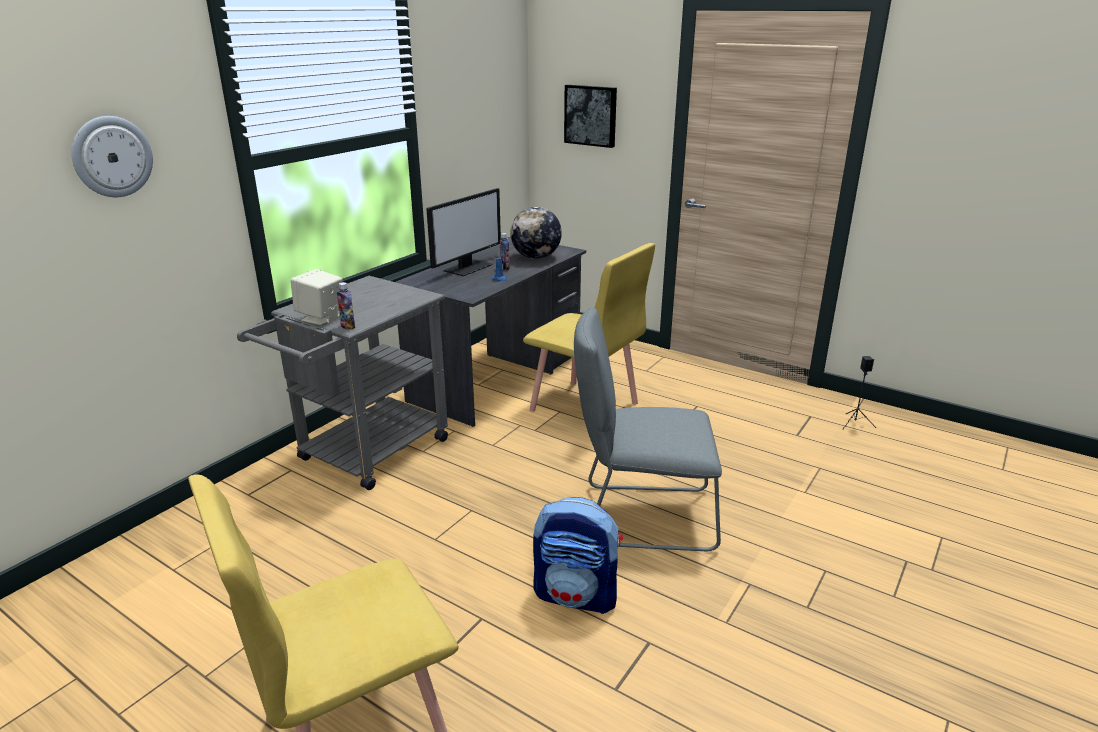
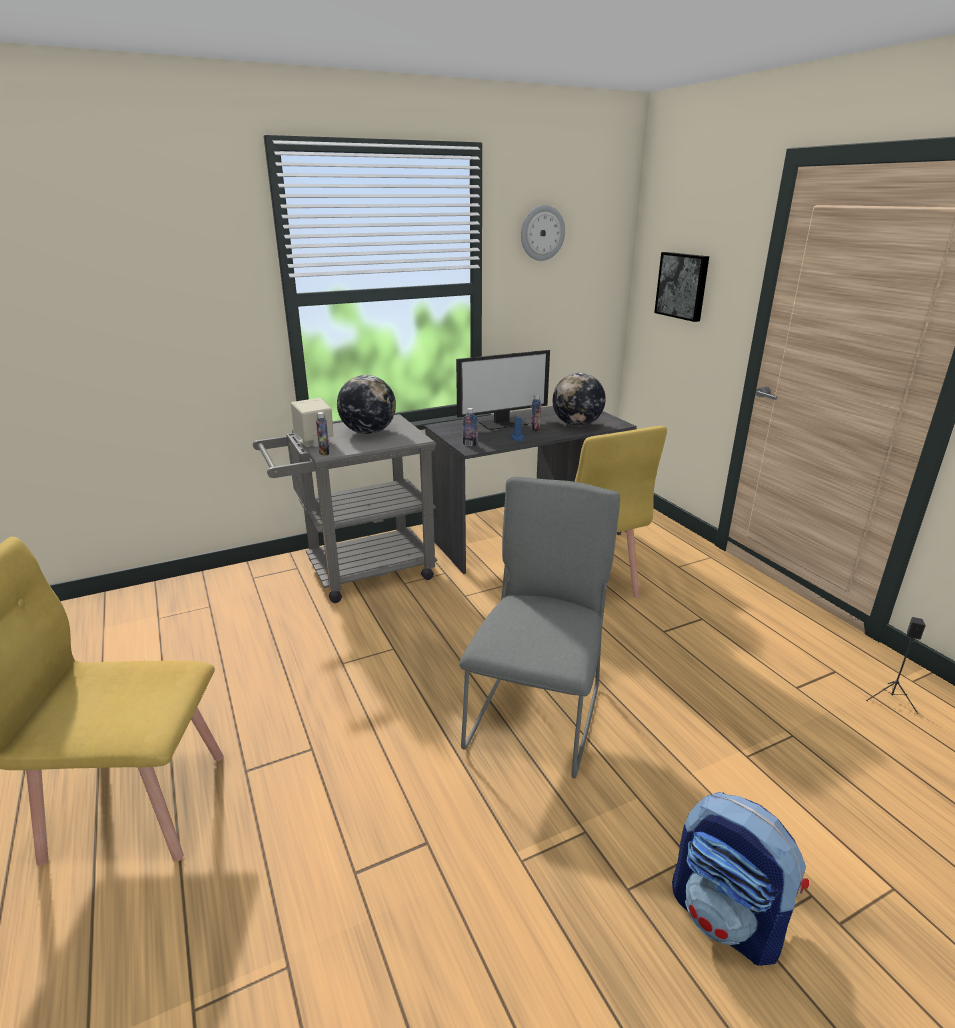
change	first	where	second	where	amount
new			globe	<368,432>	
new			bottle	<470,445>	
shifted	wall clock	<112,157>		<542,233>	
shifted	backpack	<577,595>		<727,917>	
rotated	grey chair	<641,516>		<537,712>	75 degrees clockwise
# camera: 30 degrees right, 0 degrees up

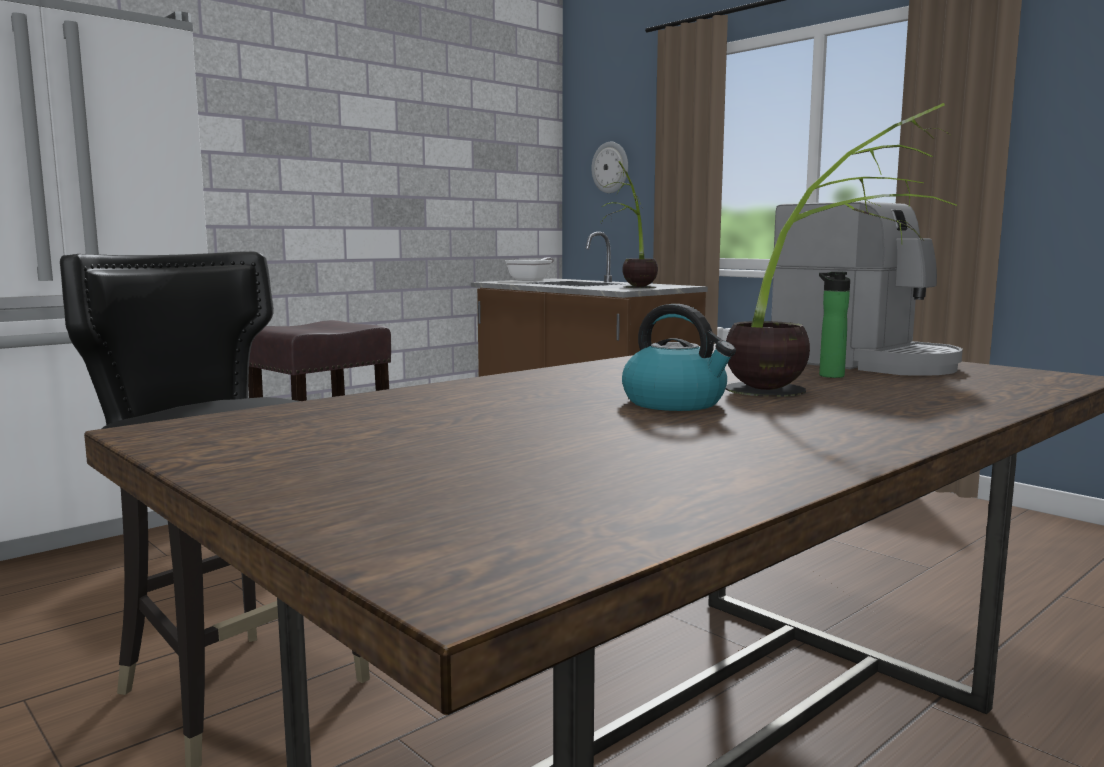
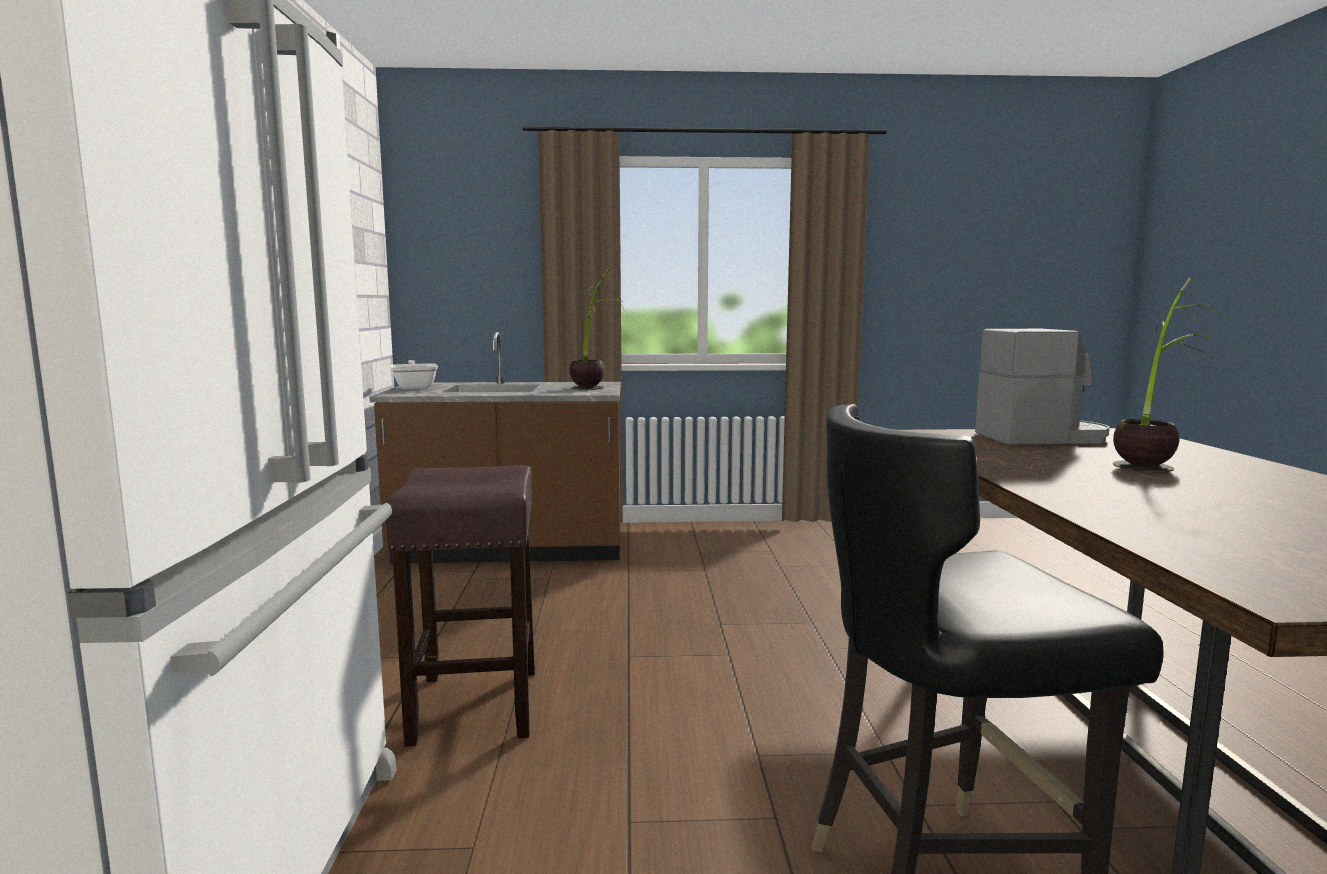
change	first	where	second	where	amount
gone	wall clock	<610,167>			
gone	kettle	<676,403>			
gone	bottle	<829,375>			
# camera: 50 degrees left, 0 degrees up

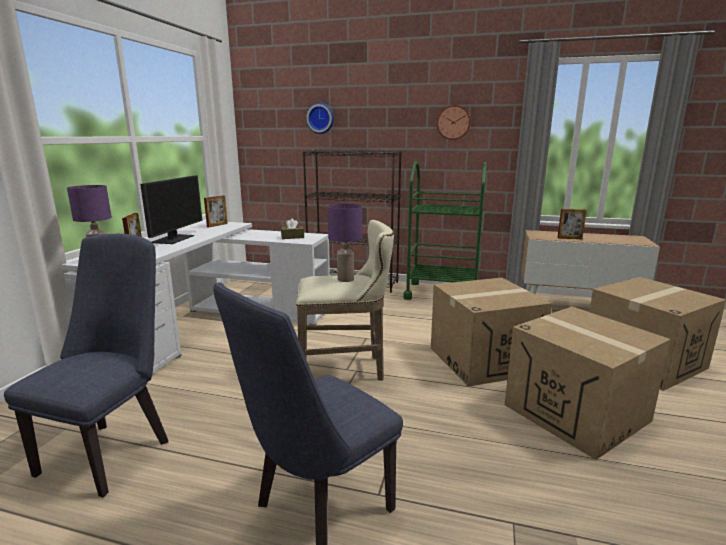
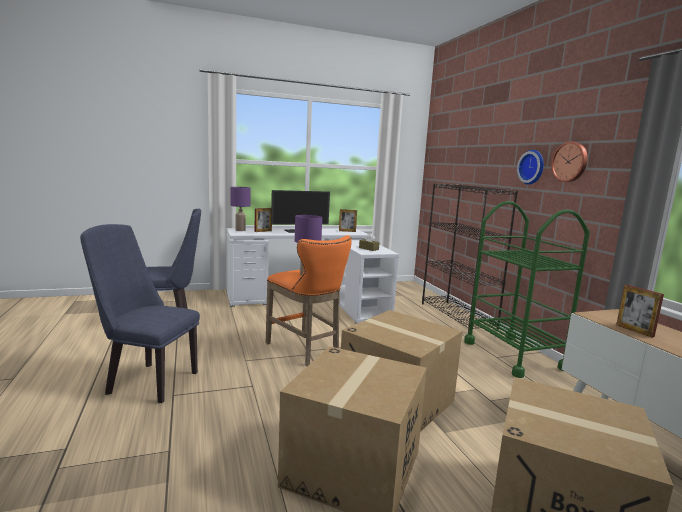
change	first	where	second	where	amount
shifted	wall clock	<320,118>		<532,167>	
repainted	beige stool	<346,370>	orange stool	<305,350>	
# camera: 55 degrees right, 5 degrees down

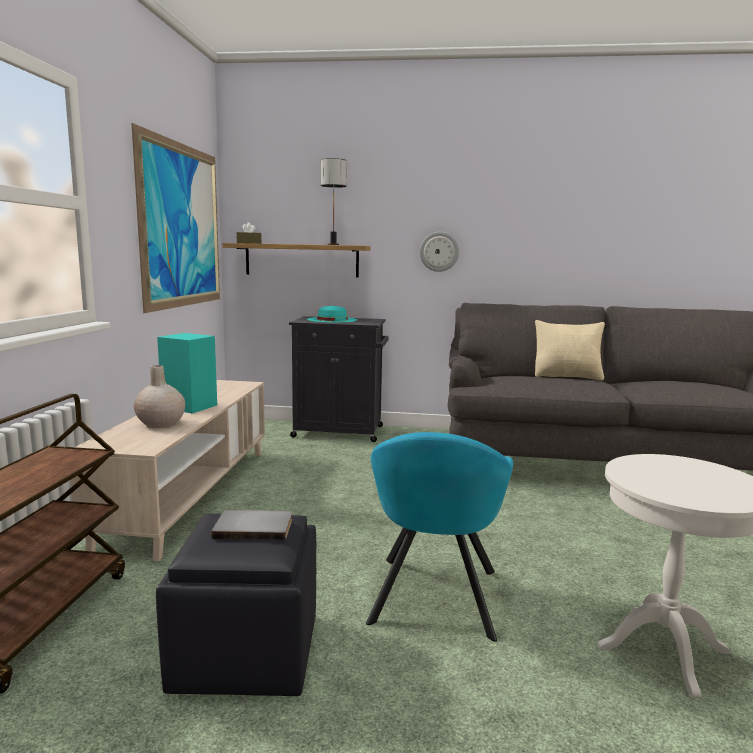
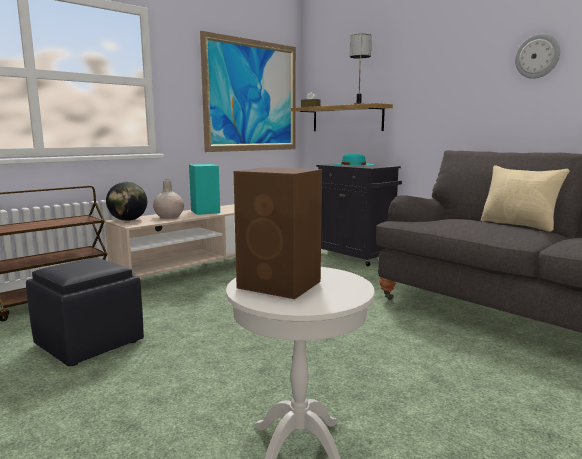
change	first	where	second	where	amount
gone	grey book	<254,527>			
gone	turquoise armchair	<434,600>			
new			globe	<128,220>	
new			brown speaker	<281,285>	
shifted	wall clock	<439,251>		<537,56>	
# camera: 40 degrees right, 0 degrees up

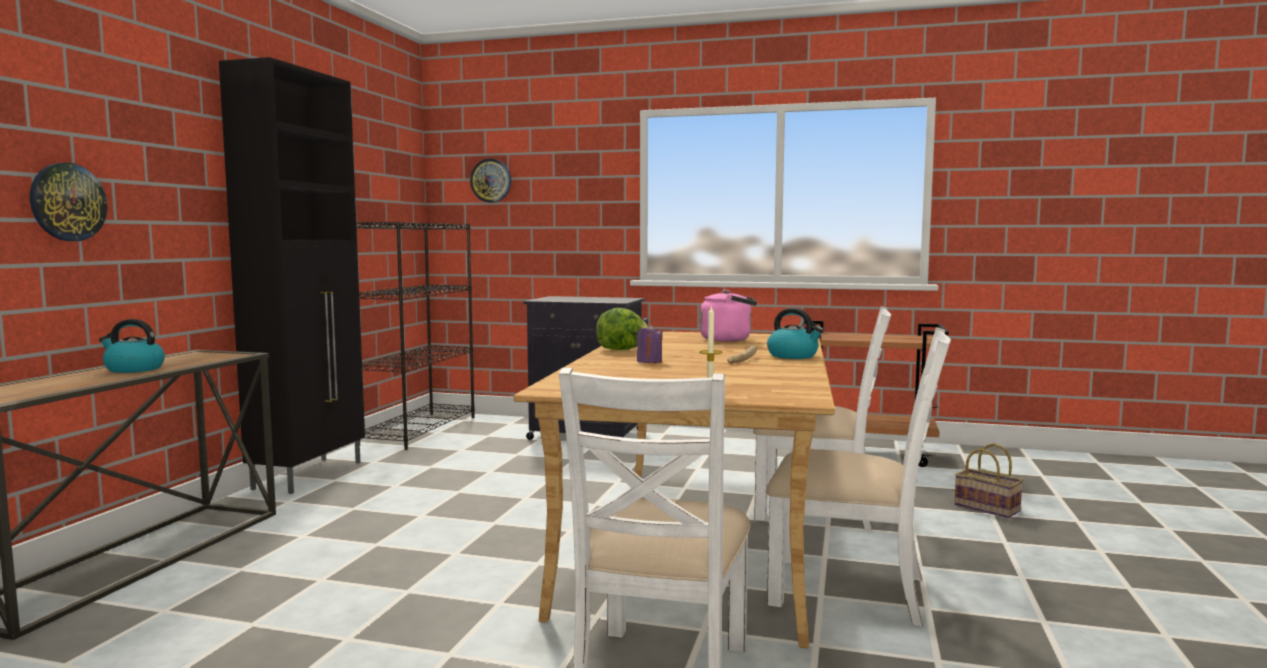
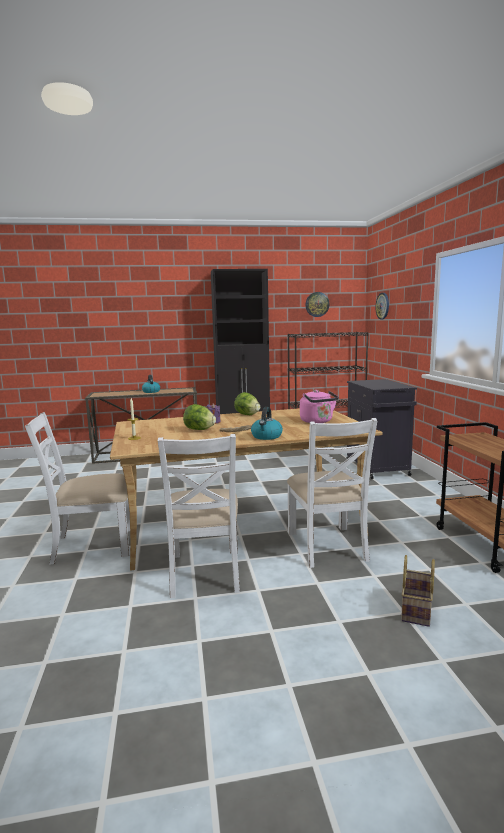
change	first	where	second	where	amount
new			lettuce	<199,429>	
shifted	wall clock	<67,202>		<317,304>	
# camera: 65 degrees right, 5 degrees up

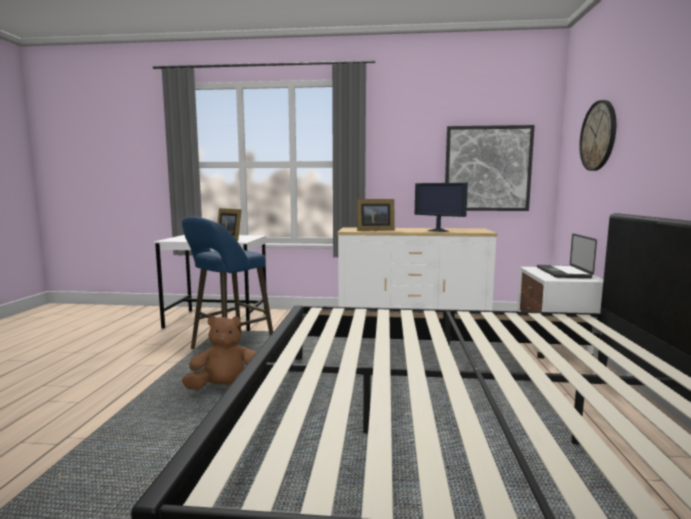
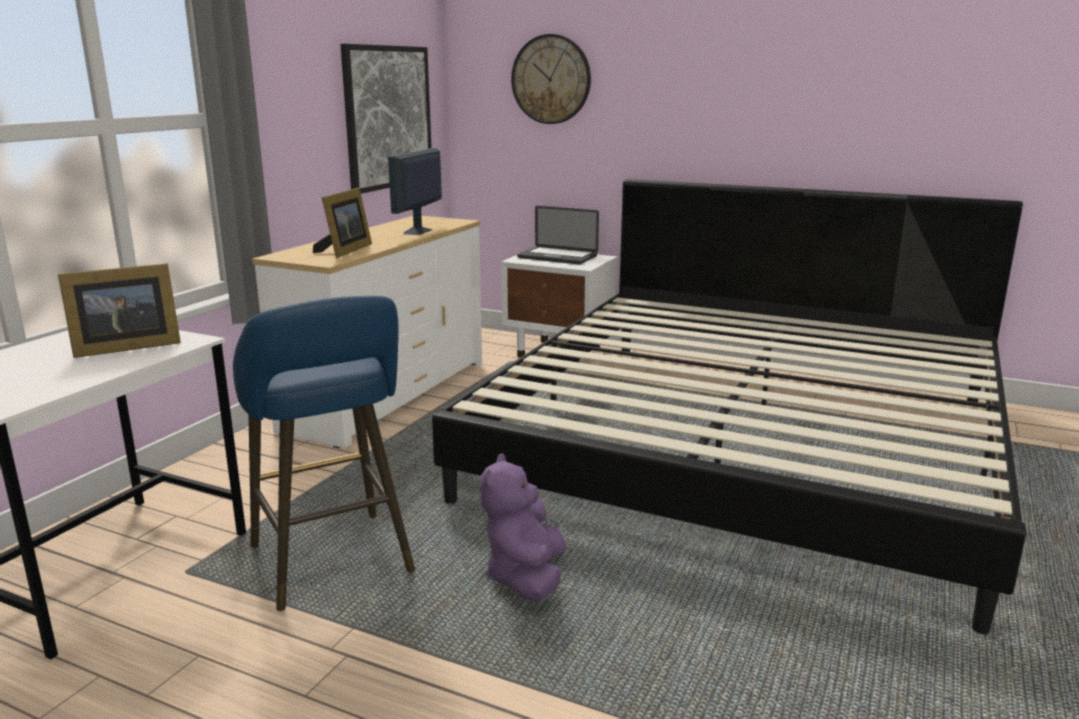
change	first	where	second	where	amount
repainted	brown plush toy	<225,389>	purple plush toy	<526,577>	
rotated	monitor	<438,231>		<417,231>	135 degrees clockwise
# camera: 70 degrees left, 10 degrees up

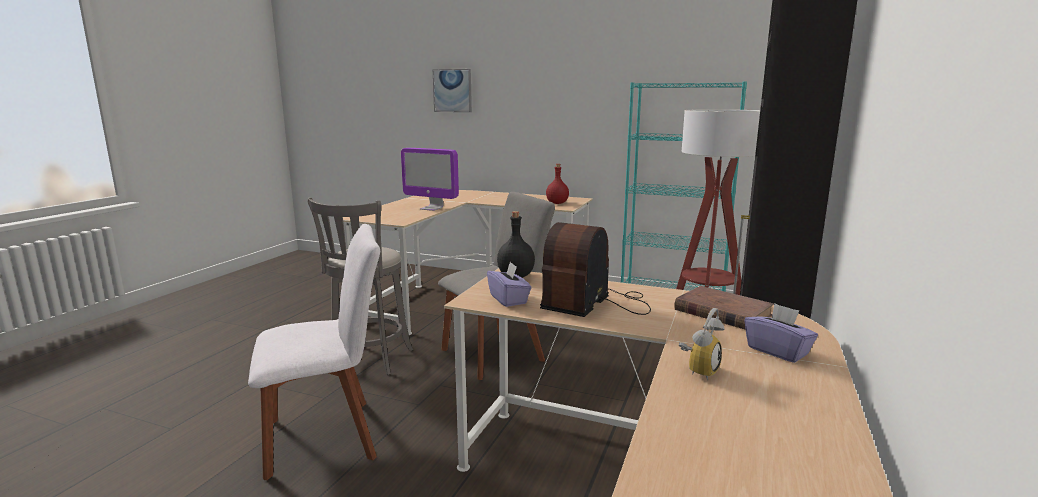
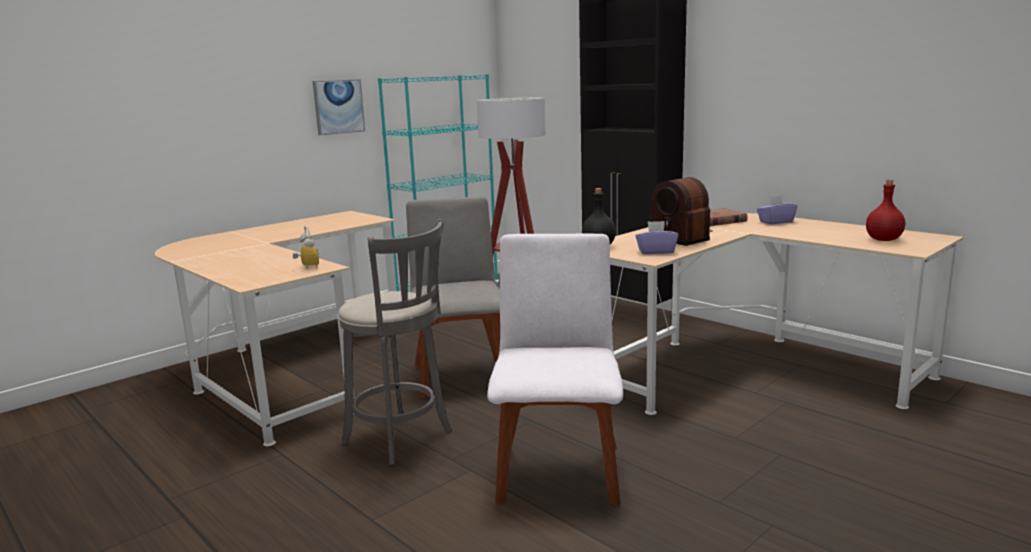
change	first	where	second	where	amount
gone	monitor	<432,208>			
shifted	picture	<452,90>		<338,106>	
shifted	red bottle	<557,203>		<884,239>	
shifted	alarm clock	<698,370>		<306,267>	
# camera: 65 degrees left, 0 degrees up

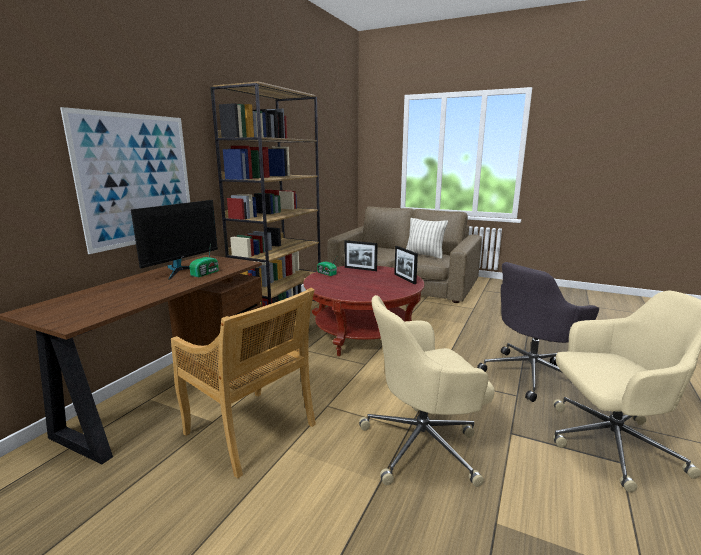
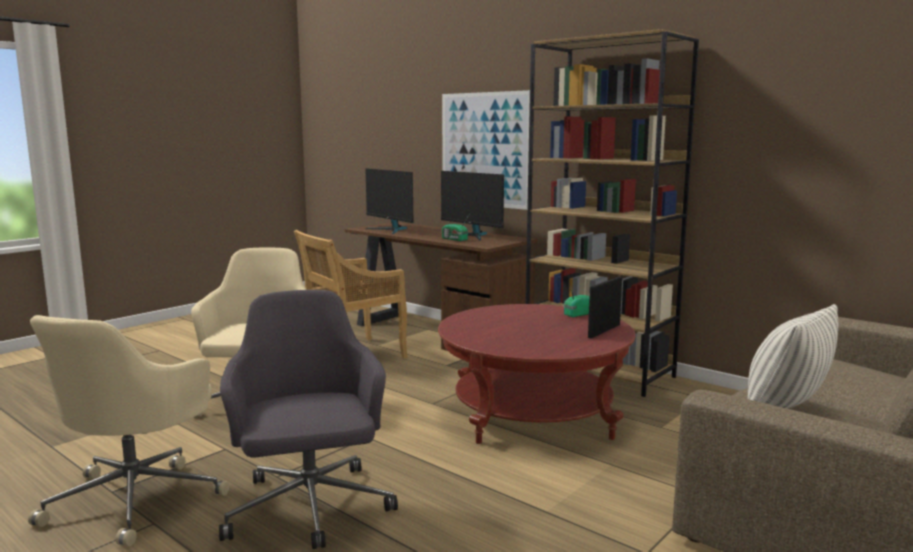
change	first	where	second	where	amount
gone	picture frame	<404,279>			
new			monitor	<391,230>	
# camera: 105 degrees right, 5 degrees down

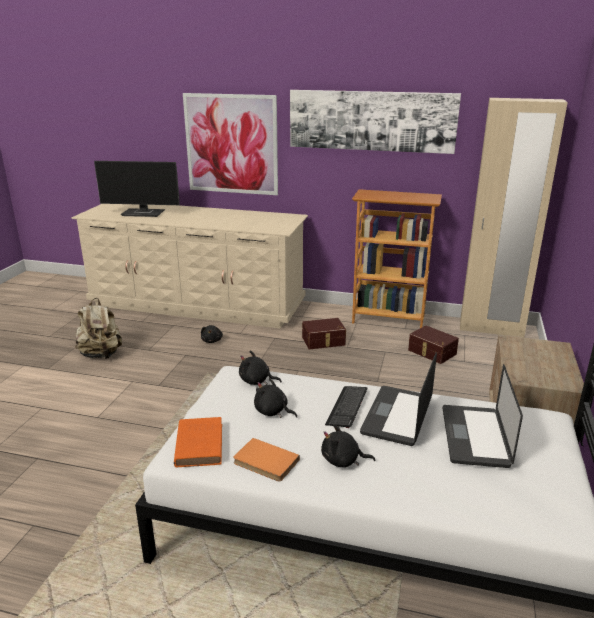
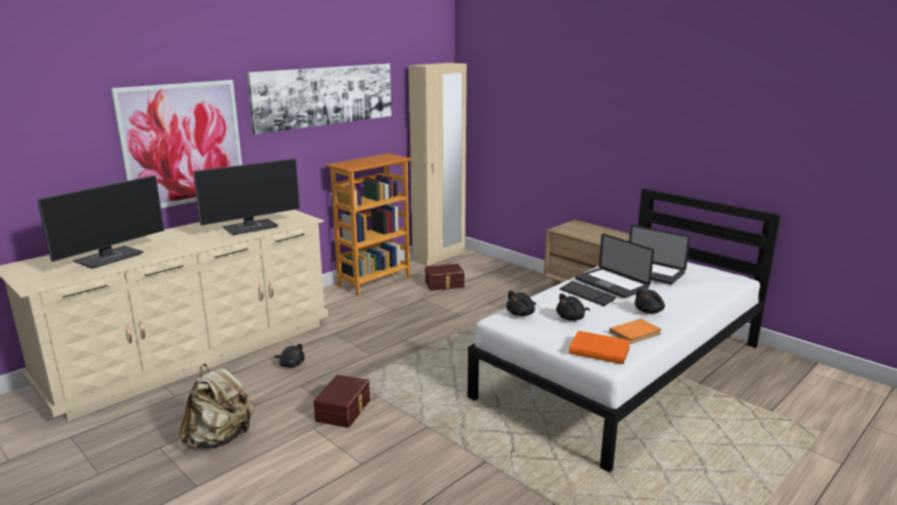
change	first	where	second	where	amount
new			monitor	<251,227>	
shifted	brown storage box	<324,341>		<344,410>	
# camera: 60 degrees left, 5 degrees down

